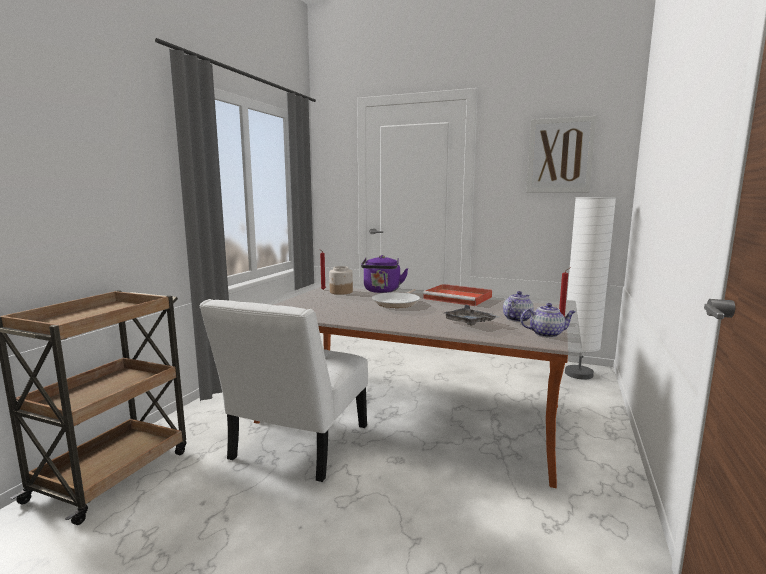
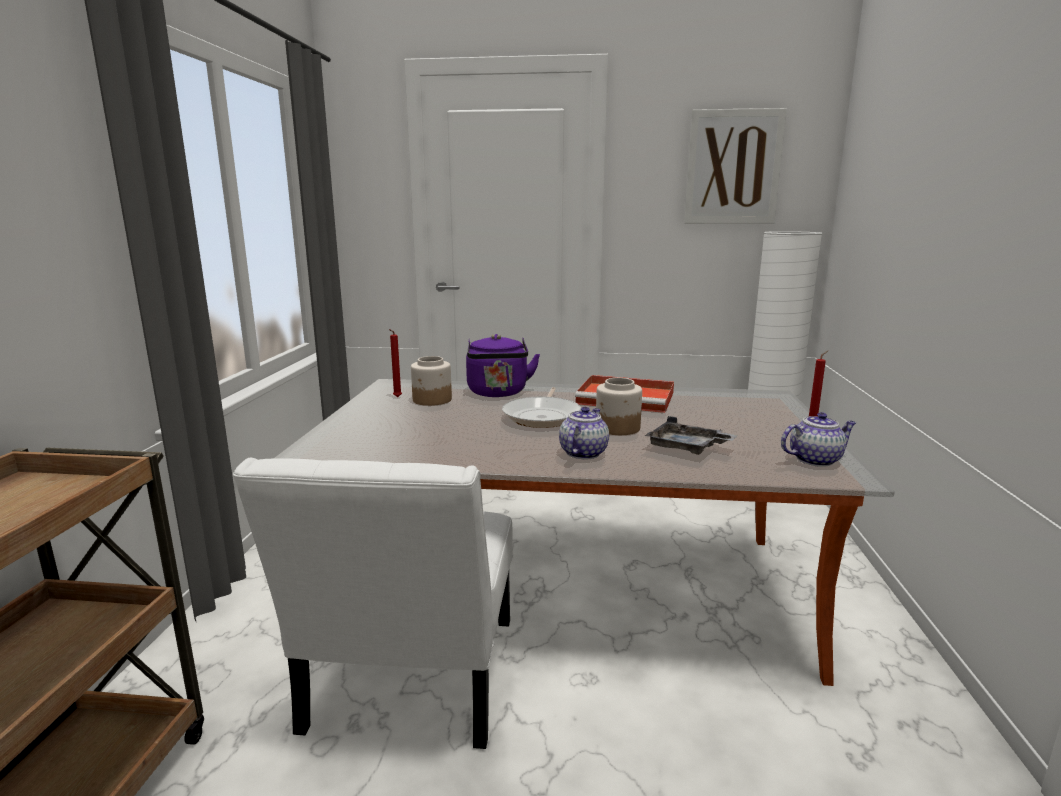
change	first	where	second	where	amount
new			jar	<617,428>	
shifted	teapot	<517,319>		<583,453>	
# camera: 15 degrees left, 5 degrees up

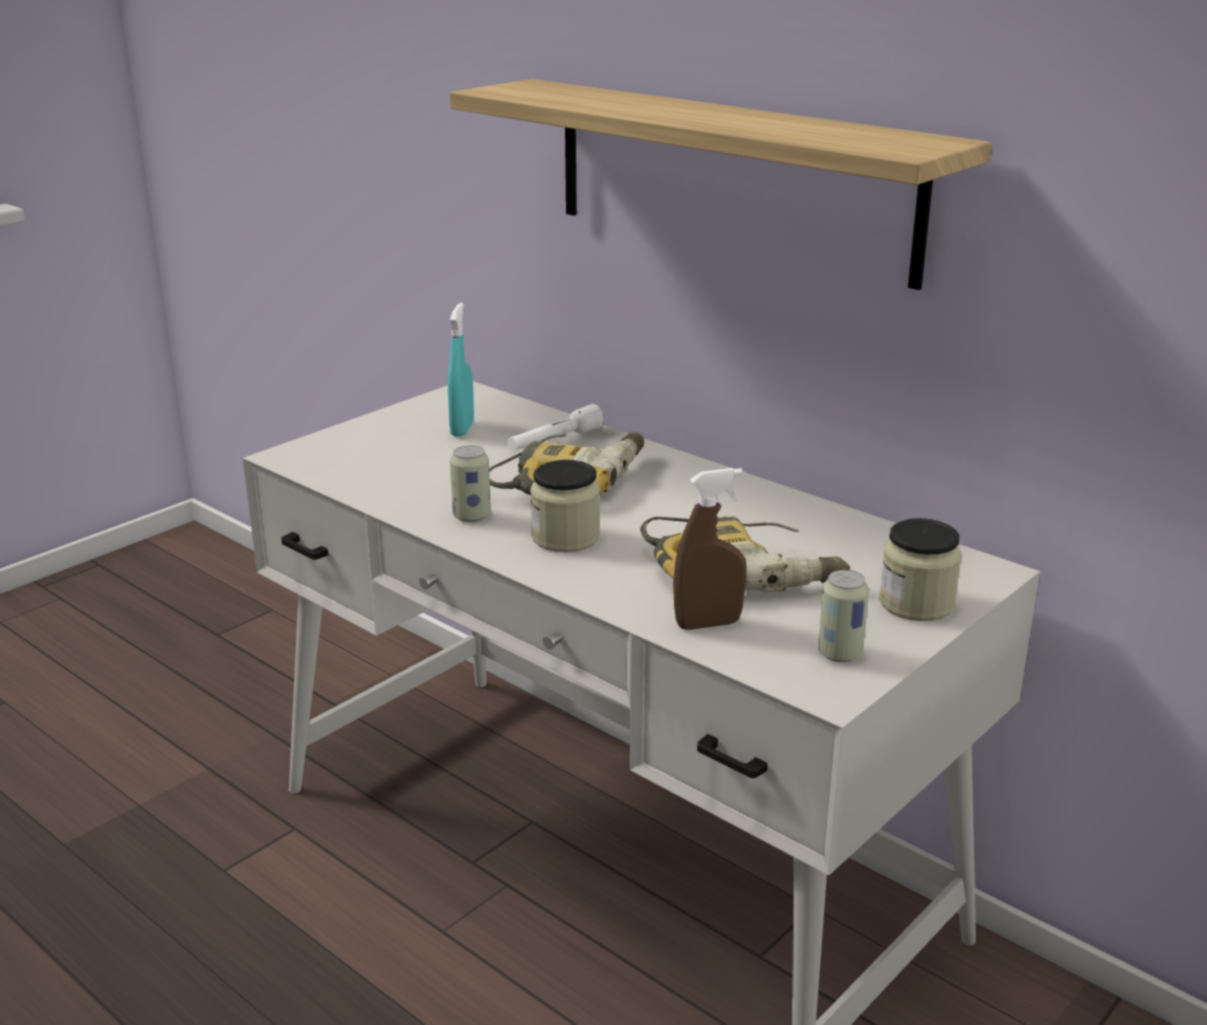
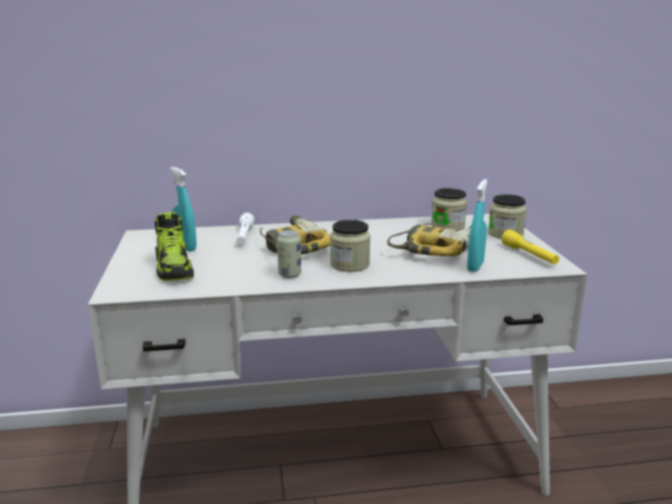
change	first	where	second	where	amount
gone	shelf	<731,178>			
new			shoe	<174,269>	
new			jar	<447,226>	
swapped	can	<840,653>	yellow flashlight	<529,255>	
repainted	brown spray bottle	<708,624>	turquoise spray bottle	<475,266>	
# camera: 50 degrees left, 5 degrees down

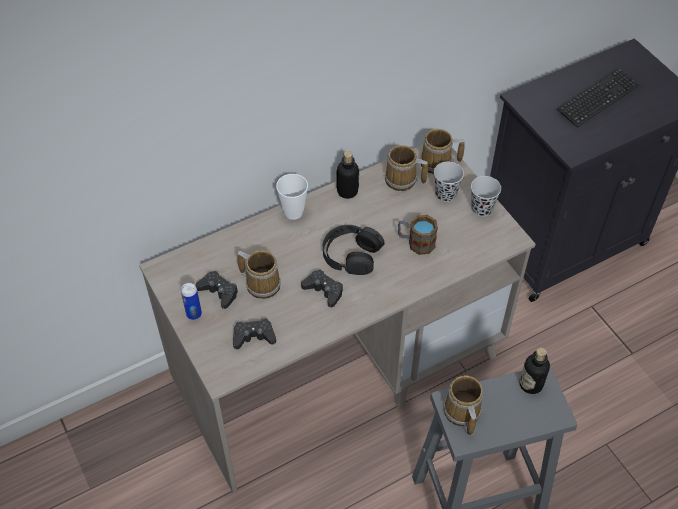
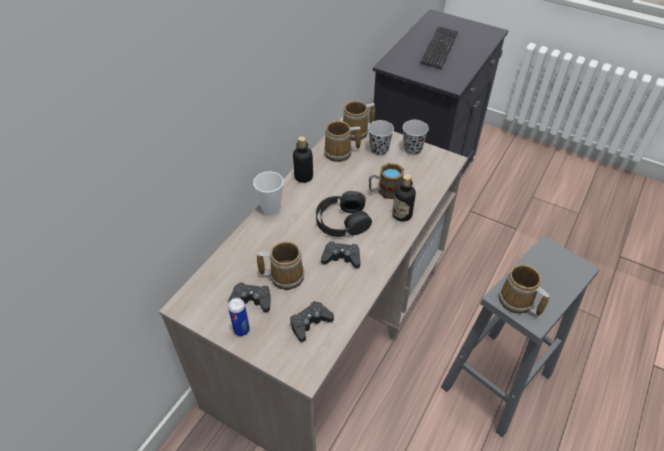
change	first	where	second	where	amount
shifted	bottle	<531,384>		<402,215>	
# camera: 30 degrees left, 5 degrees down

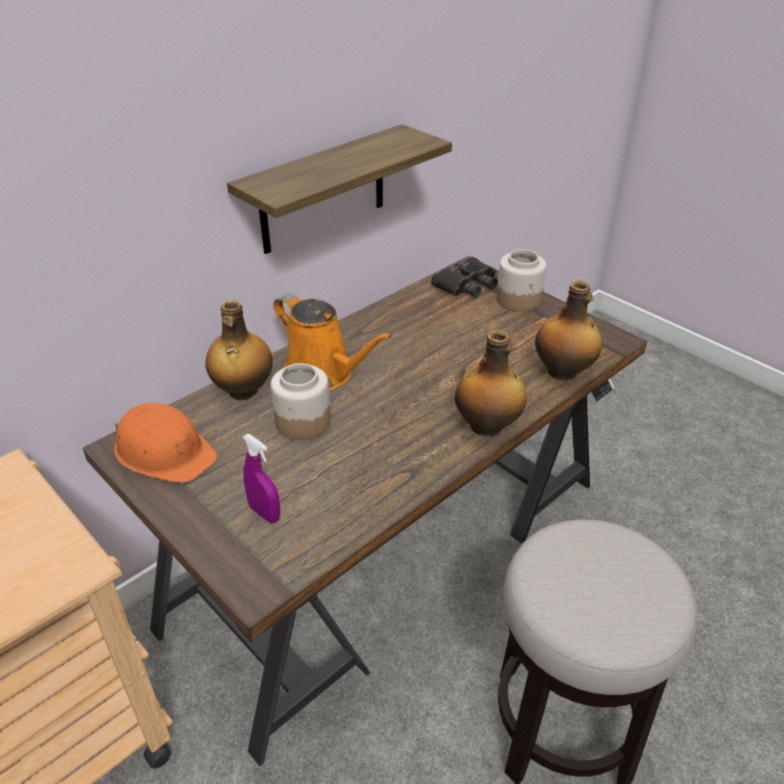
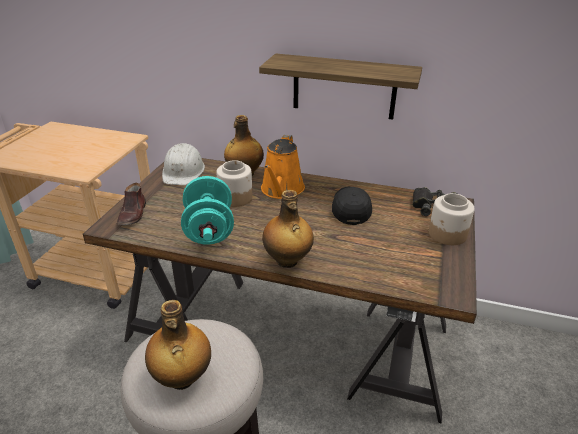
change	first	where	second	where	amount
gone	purple spray bottle	<265,513>			
new			brown shoe	<133,214>	
new			turquoise dumbbell	<209,230>	
new			black cap	<350,210>	
shifted	bottle	<563,372>		<182,378>	
repainted	orange hard hat	<164,451>	white hard hat	<183,171>	
# camera: 60 degrees right, 5 degrees down

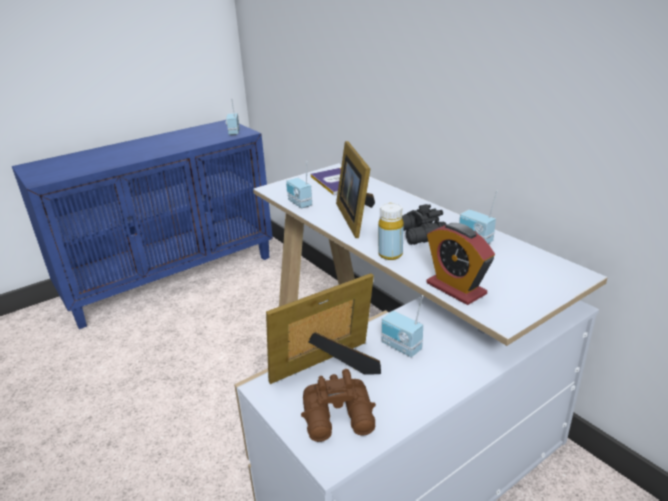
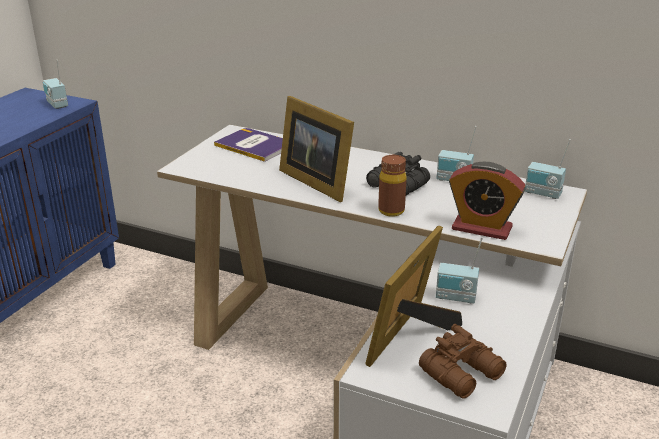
change	first	where	second	where	amount
shifted	radio	<299,204>		<542,194>	
repainted	yellow bottle	<390,254>	brown bottle	<391,211>	
# camera: 30 degrees left, 0 degrees up

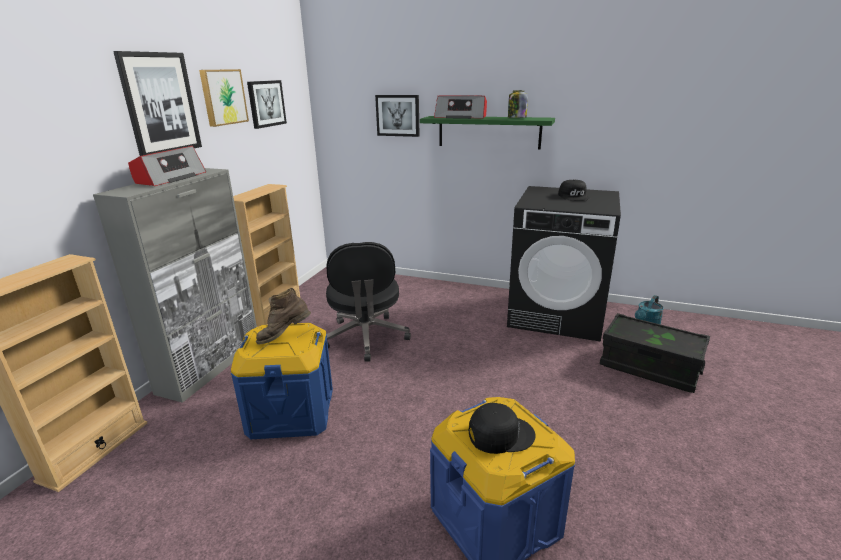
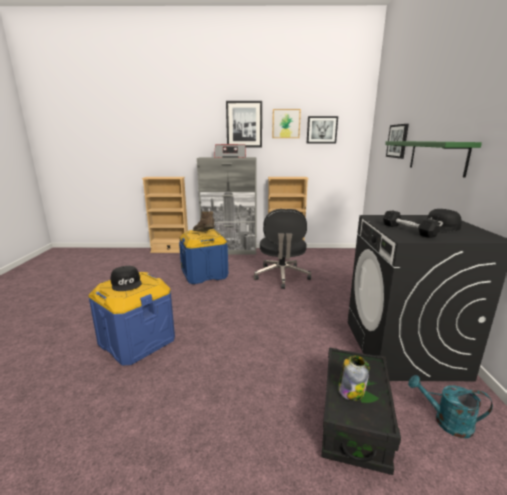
change	first	where	second	where	amount
gone	radio	<461,117>			
new			black dumbbell	<408,230>	
shifted	jar	<516,118>		<351,391>	
rotated	black office chair	<366,338>		<281,276>	60 degrees counterclockwise
# camera: 70 degrees right, 5 degrees down

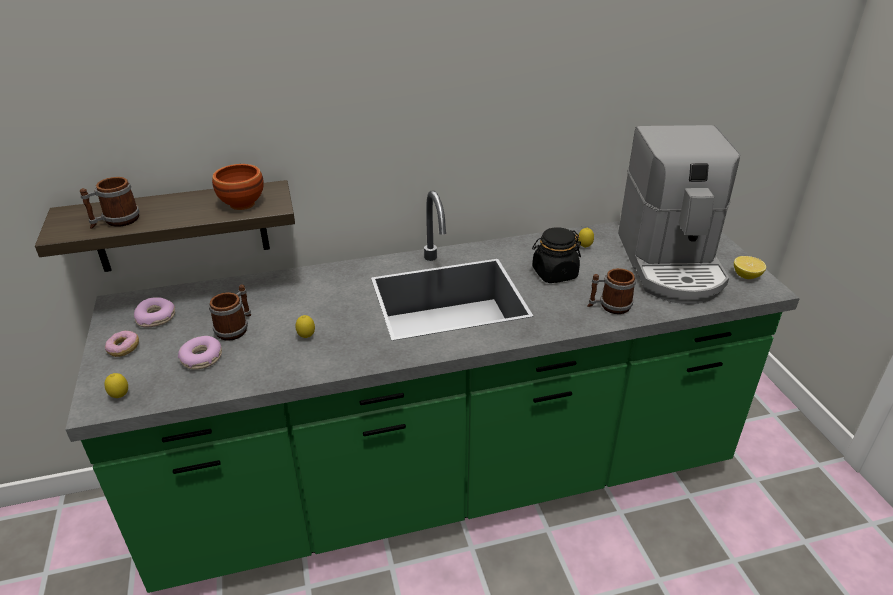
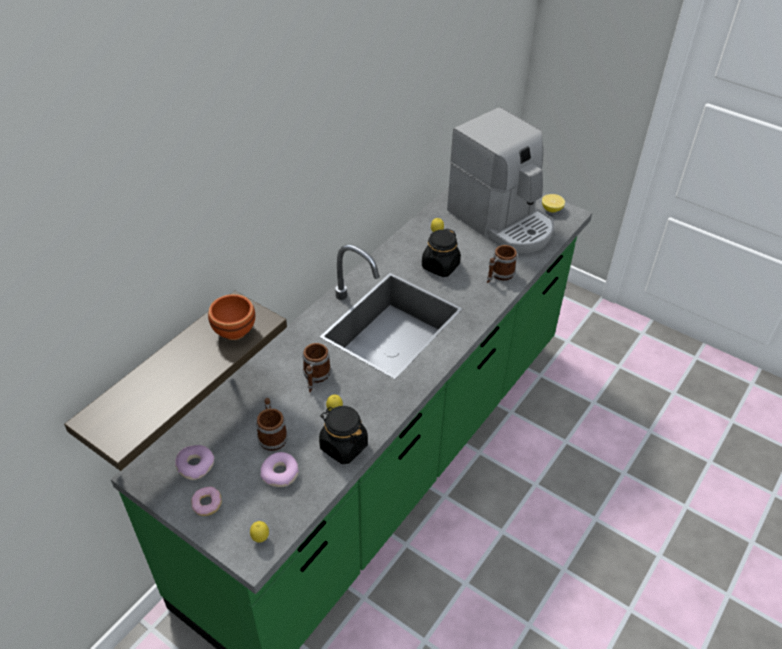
change	first	where	second	where	amount
new			black jar	<343,446>	
shifted	mug	<115,221>		<315,377>	
# camera: 40 degrees left, 10 degrees up

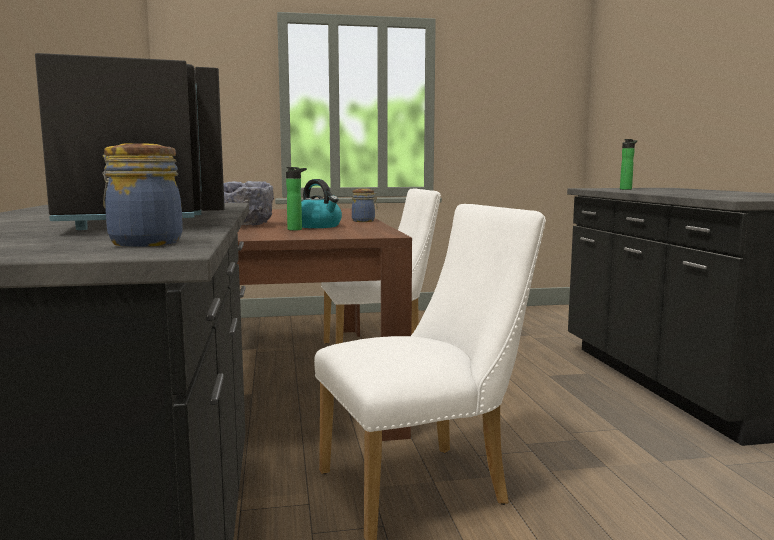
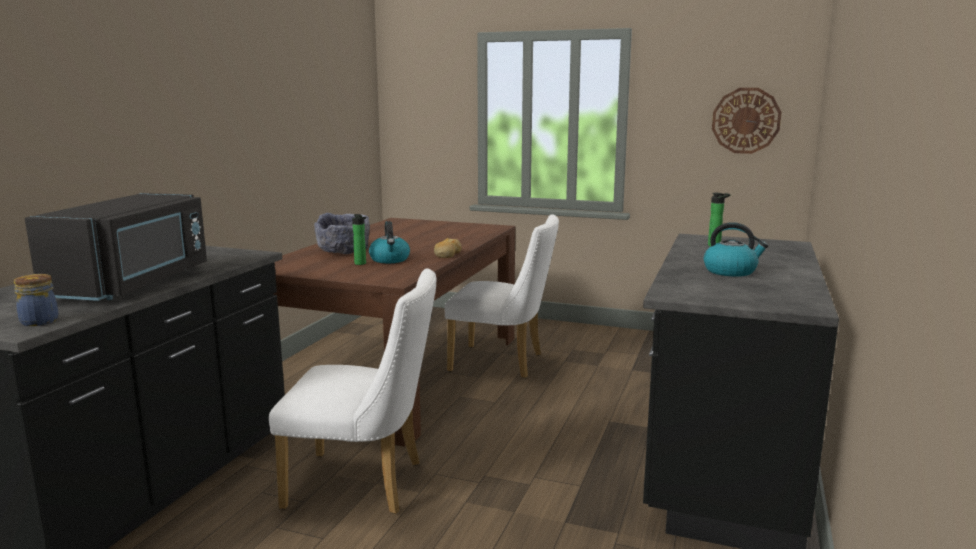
change	first	where	second	where	amount
new			kettle	<731,271>	
new			wall clock	<746,120>	
swapped	jar	<364,221>	bread	<447,254>	
# camera: 30 degrees right, 5 degrees up

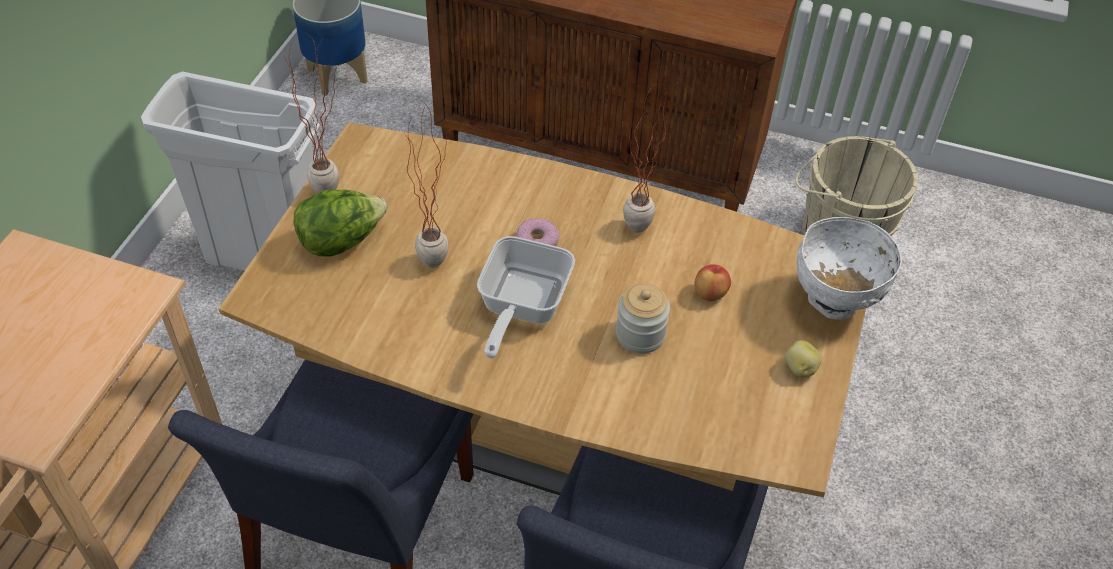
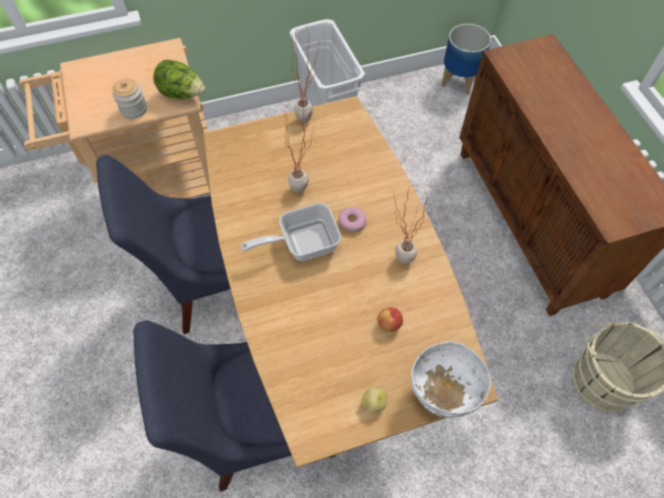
change	first	where	second	where	amount
shifted	lettuce	<341,241>		<182,94>	
shifted	jar	<640,335>		<134,109>	
# camera: 55 degrees right, 10 degrees up

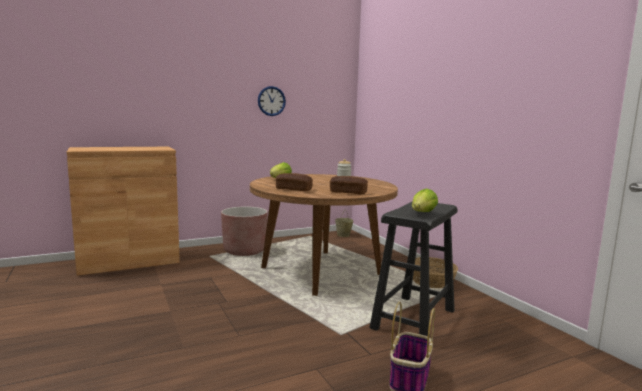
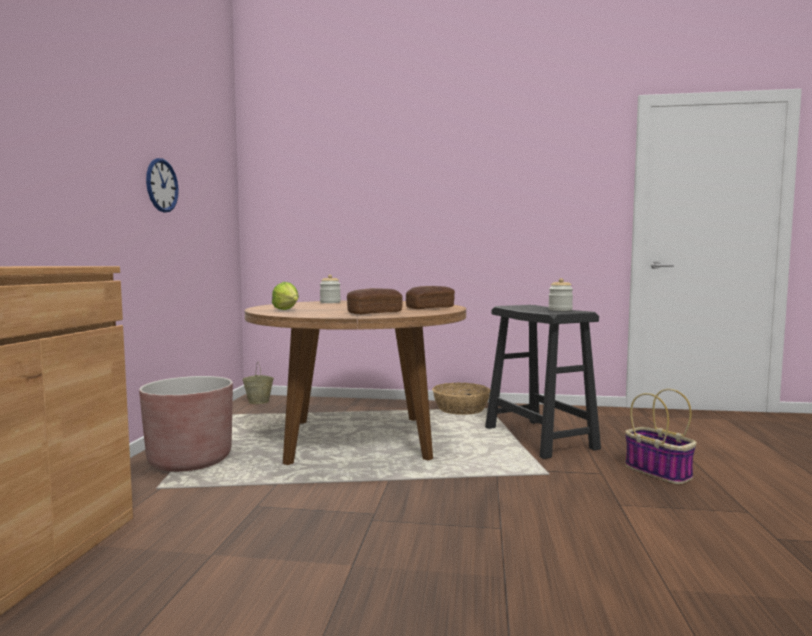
change	first	where	second	where	amount
swapped	lettuce	<422,213>	jar	<560,310>	
# camera: 55 degrees left, 5 degrees down

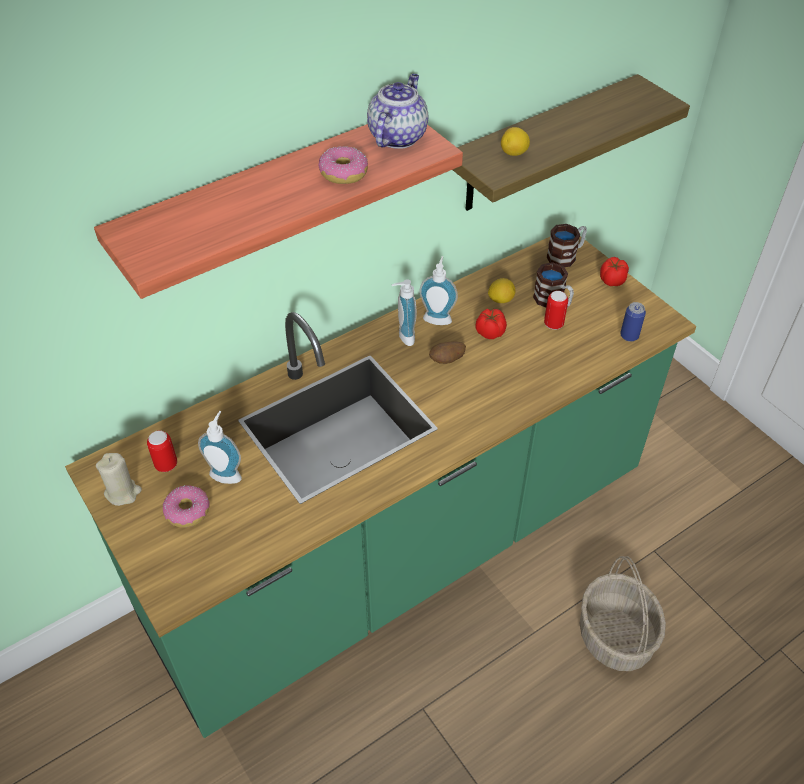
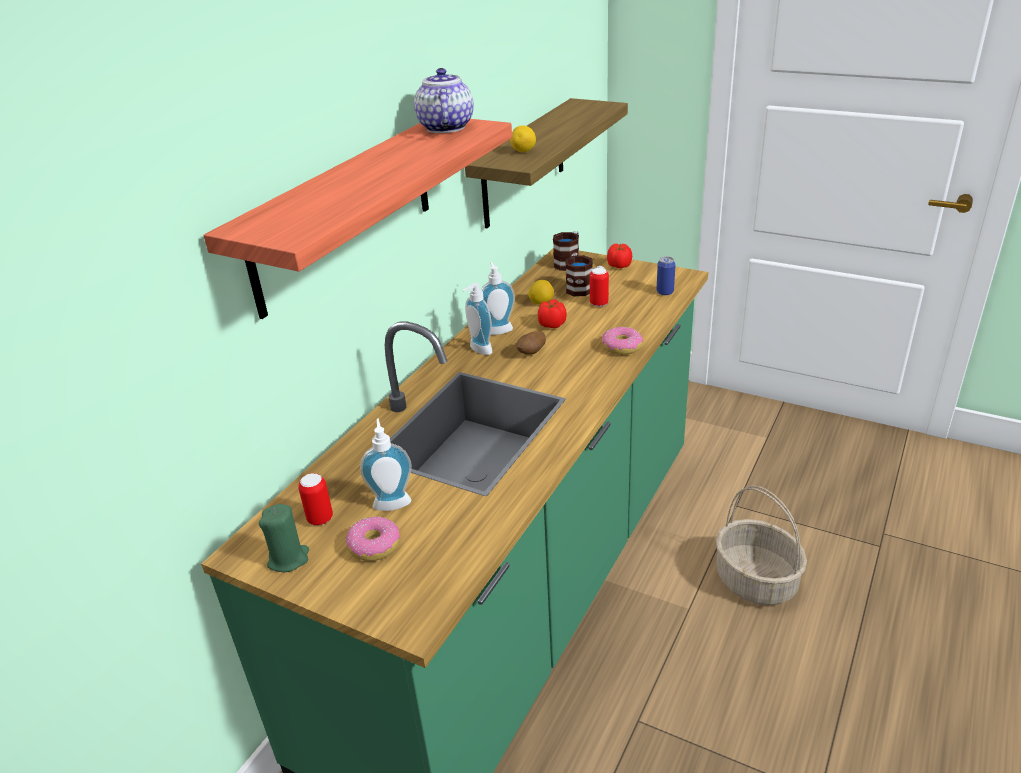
change	first	where	second	where	amount
shifted	donut	<343,173>		<621,347>	
repainted	beige candle	<123,492>	green candle	<289,559>	
# camera: 25 degrees left, 15 degrees down

